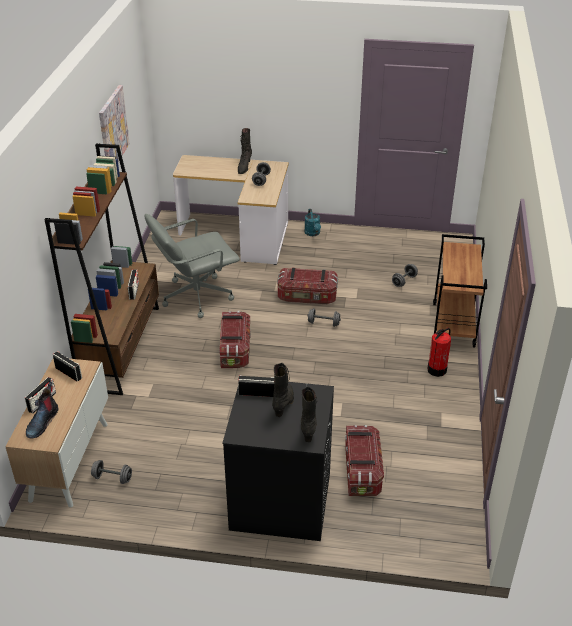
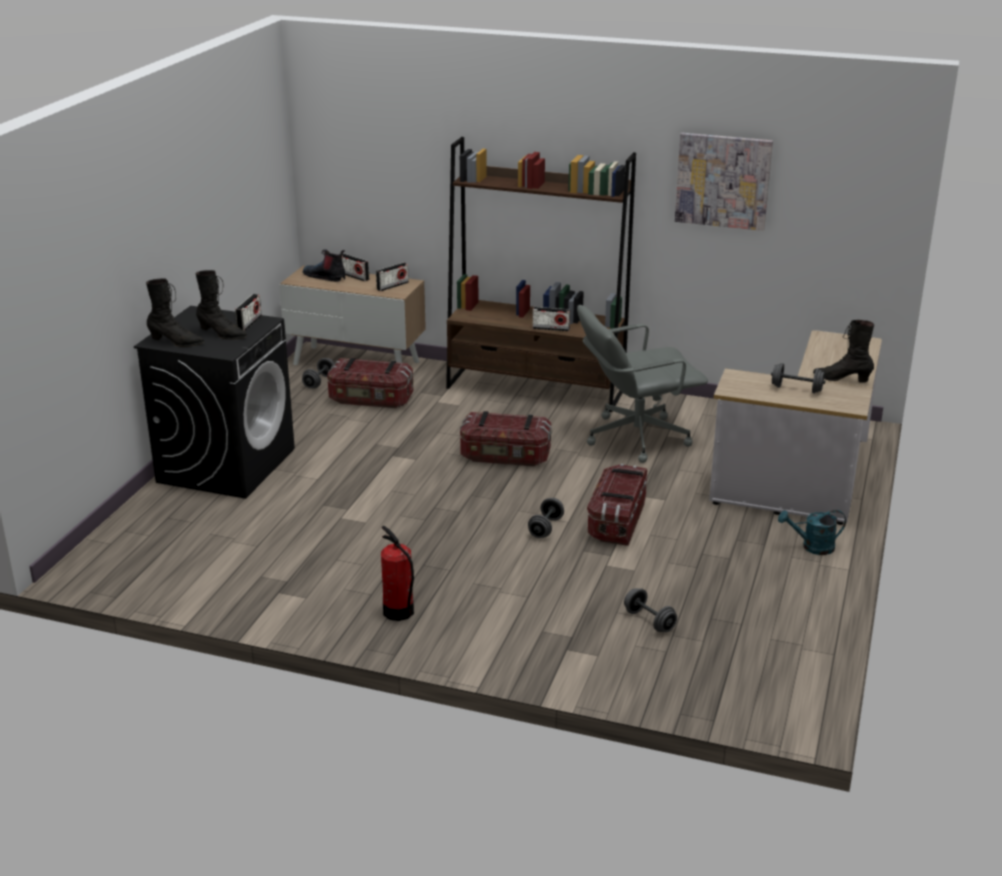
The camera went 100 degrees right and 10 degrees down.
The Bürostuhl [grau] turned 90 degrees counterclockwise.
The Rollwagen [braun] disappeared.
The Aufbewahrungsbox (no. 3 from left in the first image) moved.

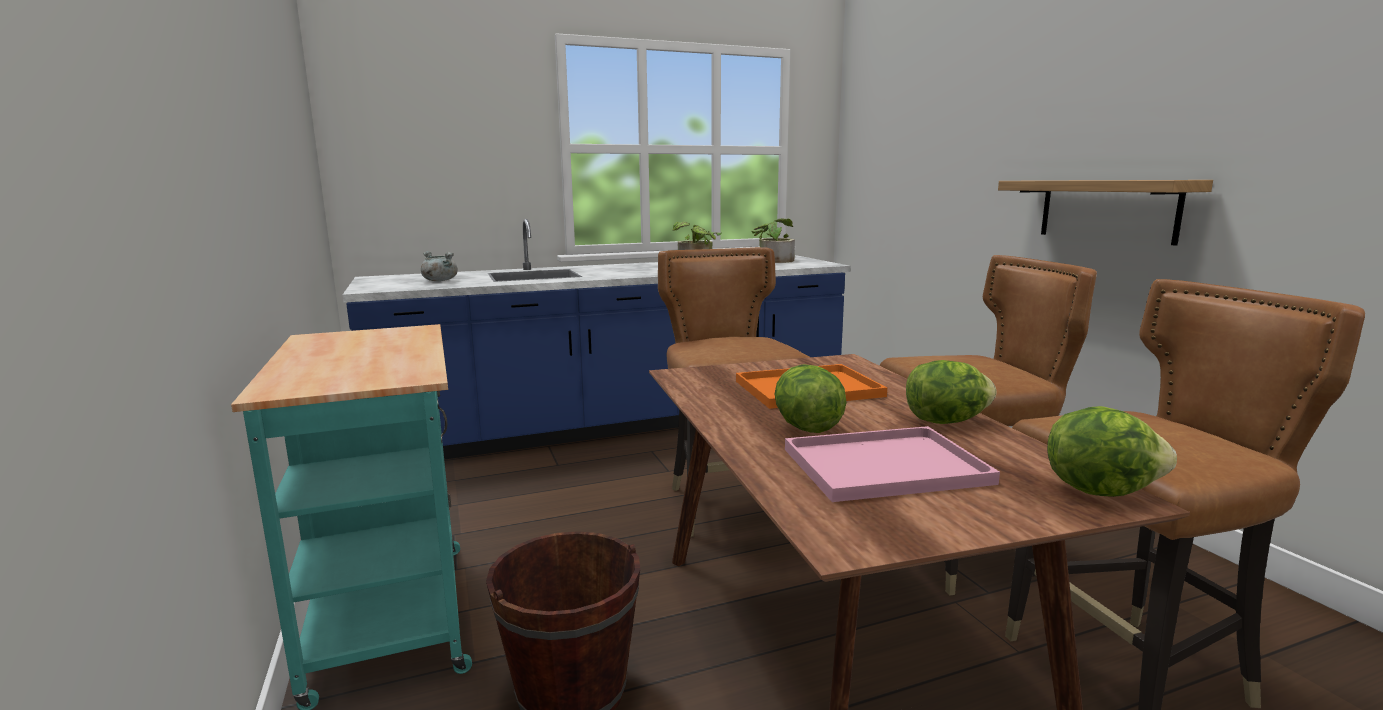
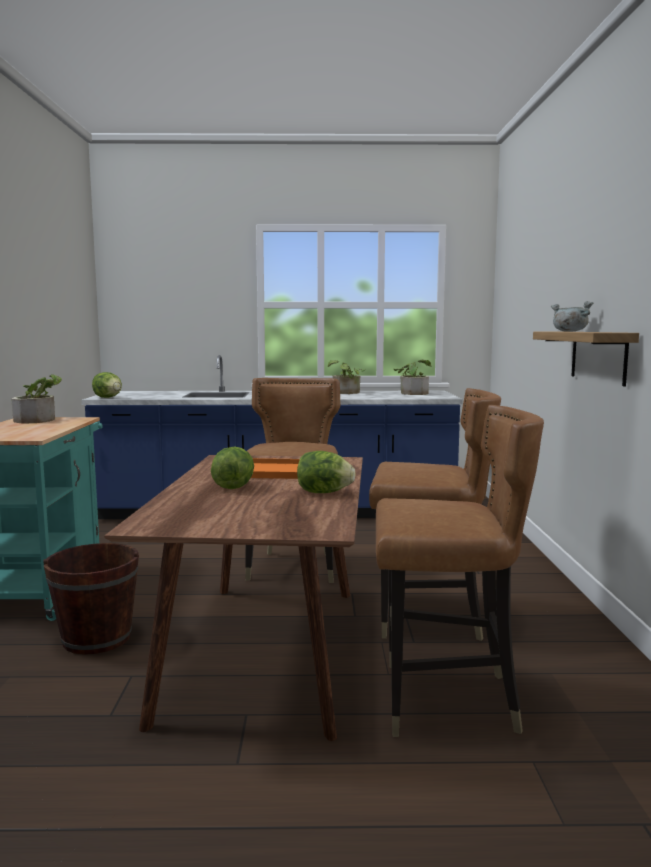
The camera went 20 degrees right and 5 degrees down.
The Kochtopf [grau] moved.
The Salatkopf (no. 3 from left in the first image) moved.
The Tablett [rosa] disappeared.
The Topfpflanze (no. 1 from left) appeared.

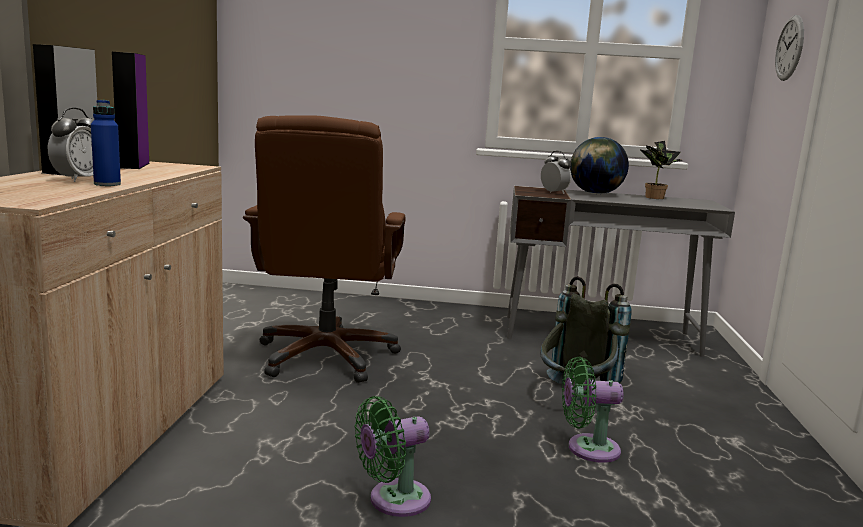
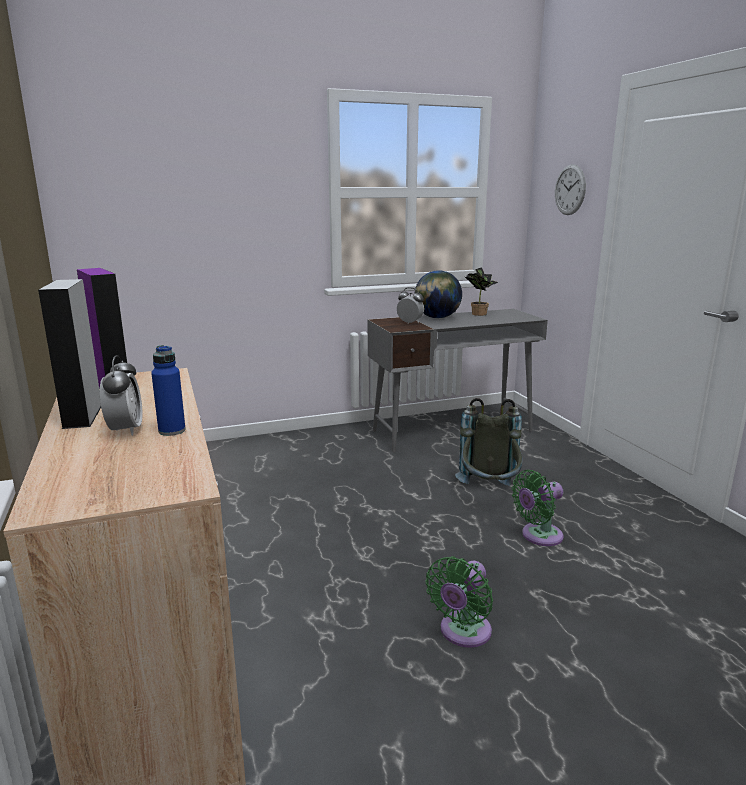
The camera went 25 degrees left and 5 degrees up.
The Bürostuhl [braun] disappeared.

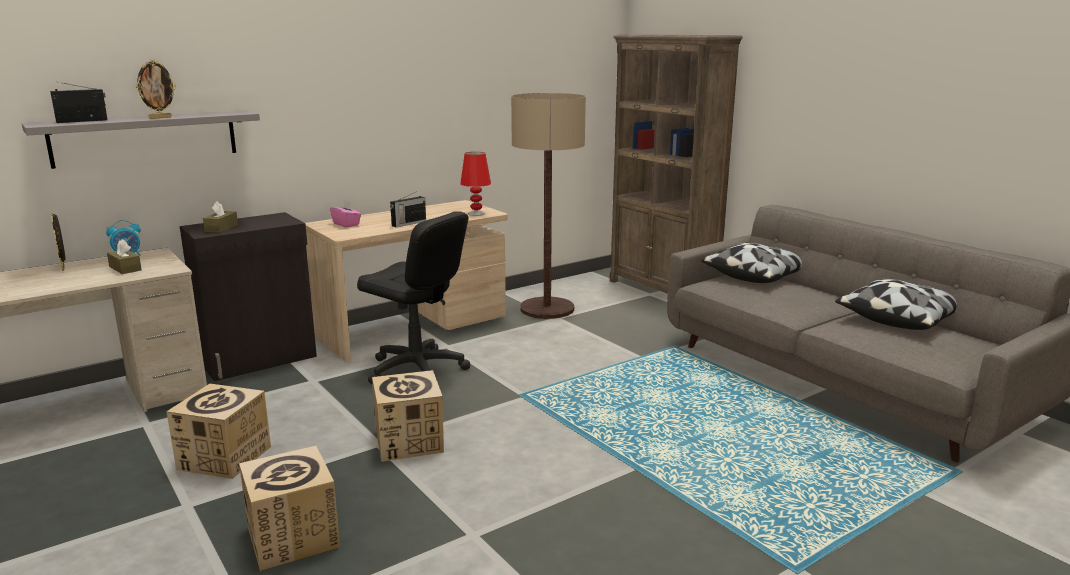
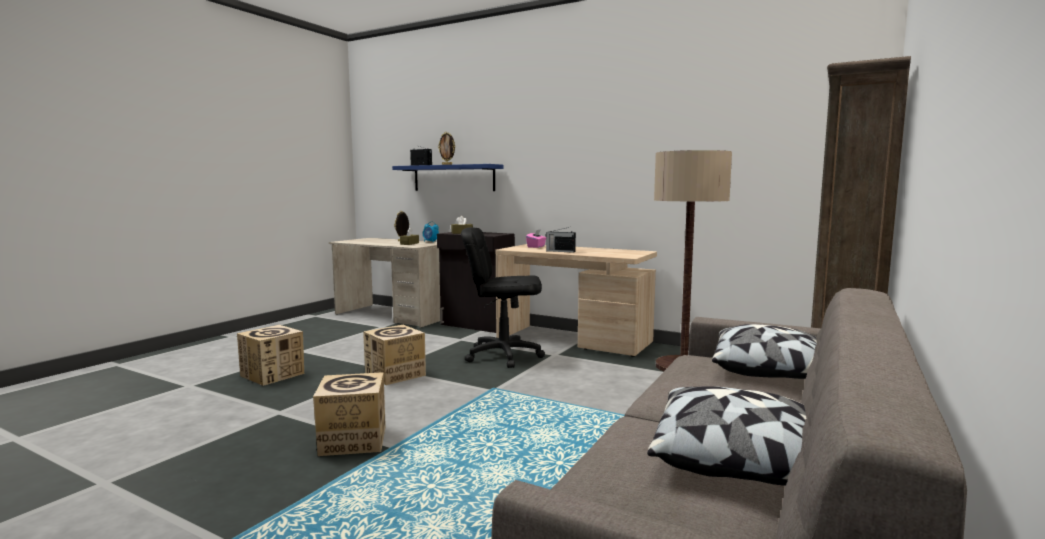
The camera went 65 degrees right and 10 degrees down.
The Wandregal [grau] became the Wandregal [blau].
The Tischlampe [rot] disappeared.
The Bürostuhl [schwarz] turned 90 degrees clockwise.
The Karton (no. 1 from left in the first image) moved.

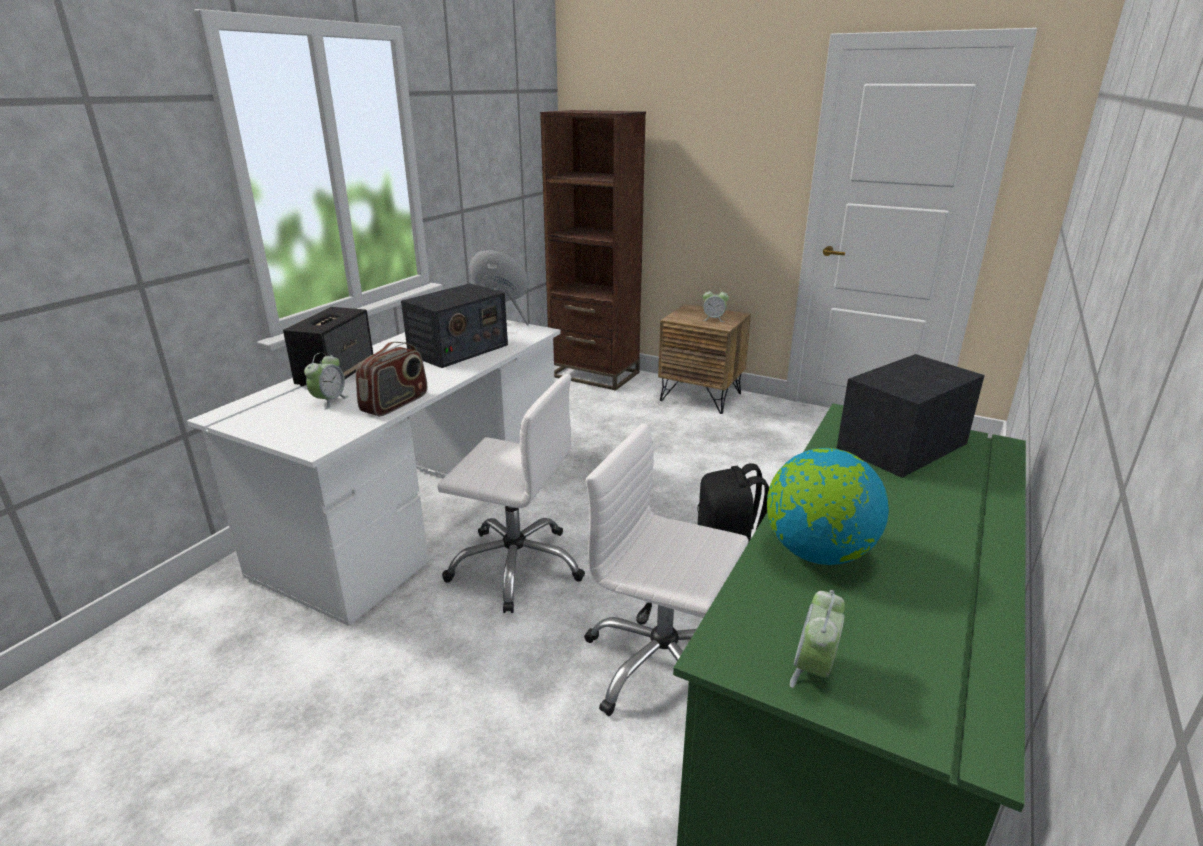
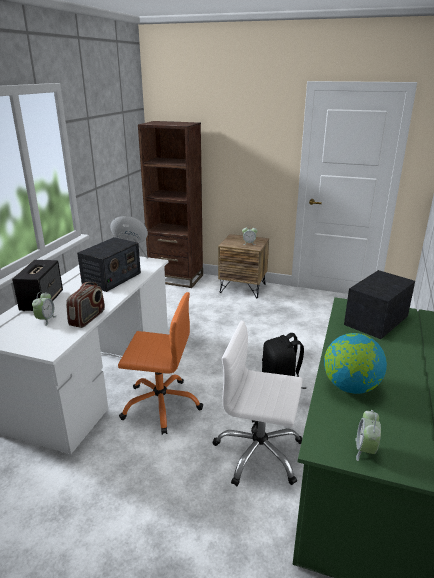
The camera went 10 degrees left and 0 degrees up.
The Bürostuhl [weiß] (no. 1 from left) became the Bürostuhl [orange].

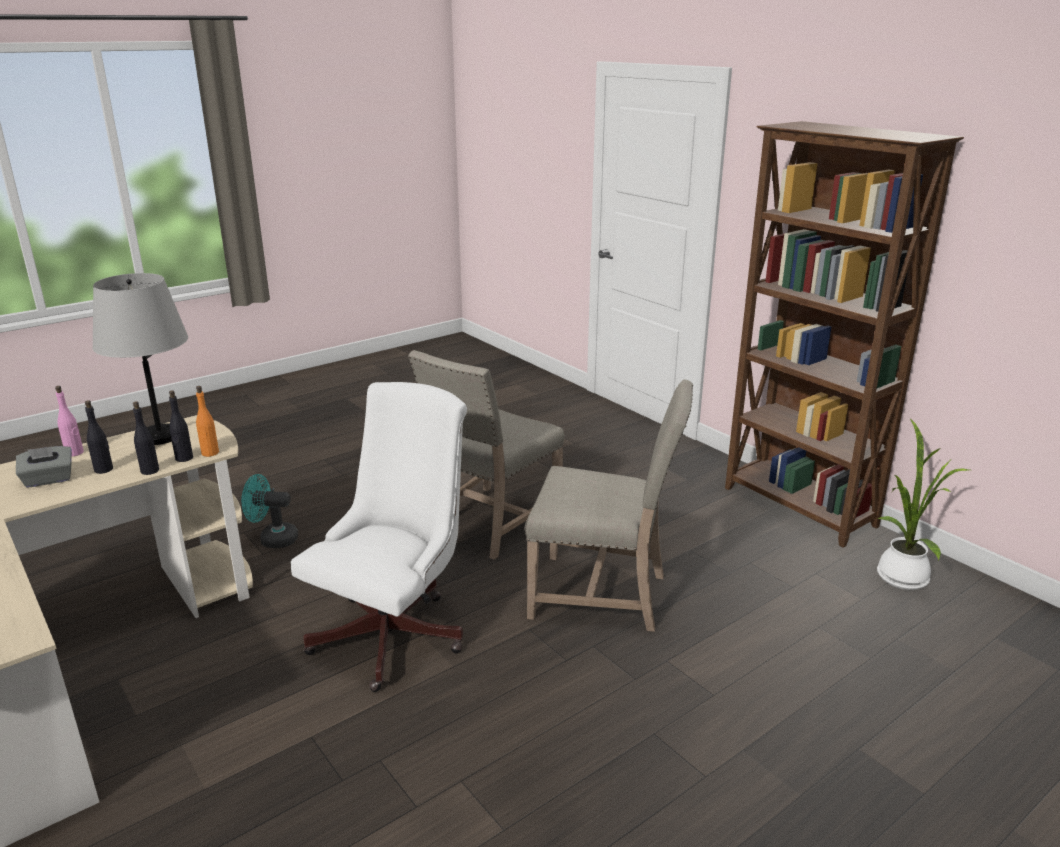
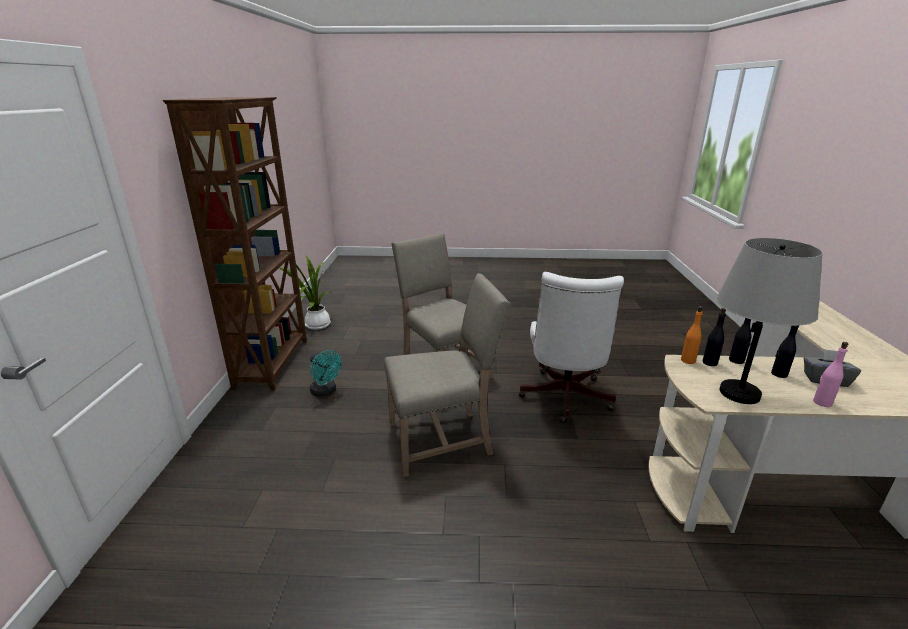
The camera went 140 degrees left and 0 degrees up.
The Bürostuhl [weiß] turned 60 degrees counterclockwise.
The Ventilator [türkis] moved.

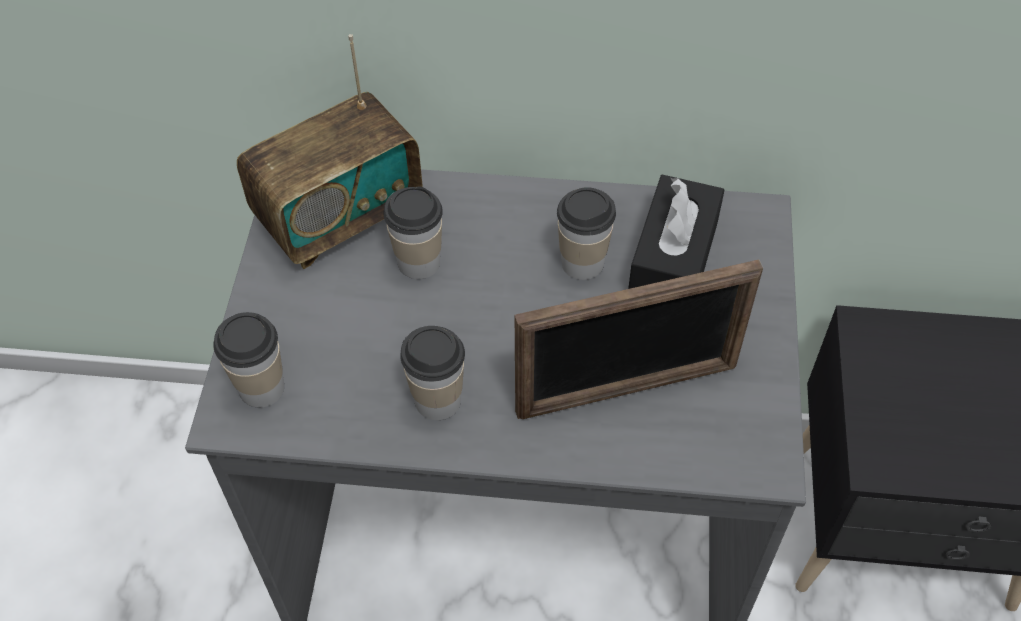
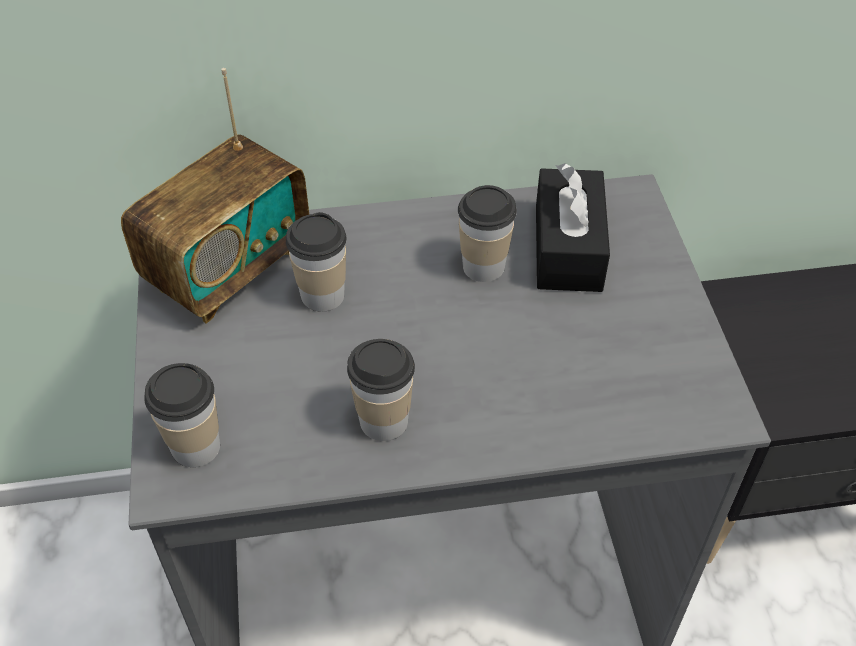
The camera went 15 degrees left and 5 degrees down.
The Bilderrahmen disappeared.

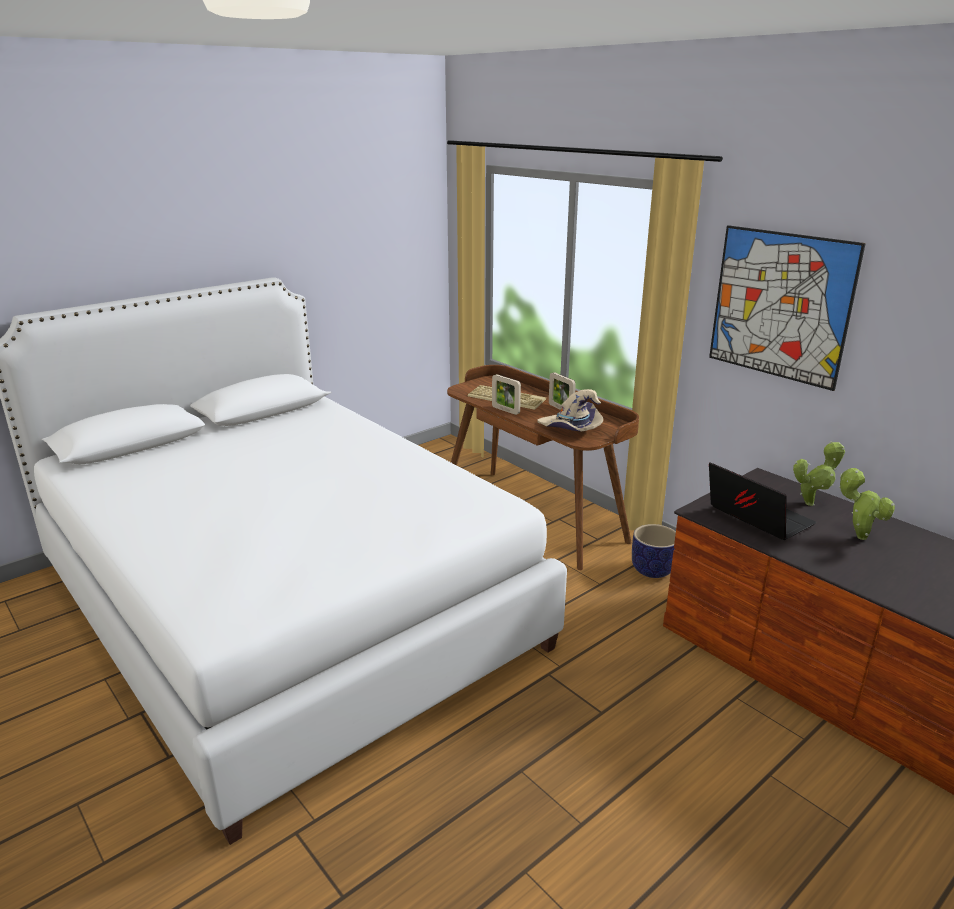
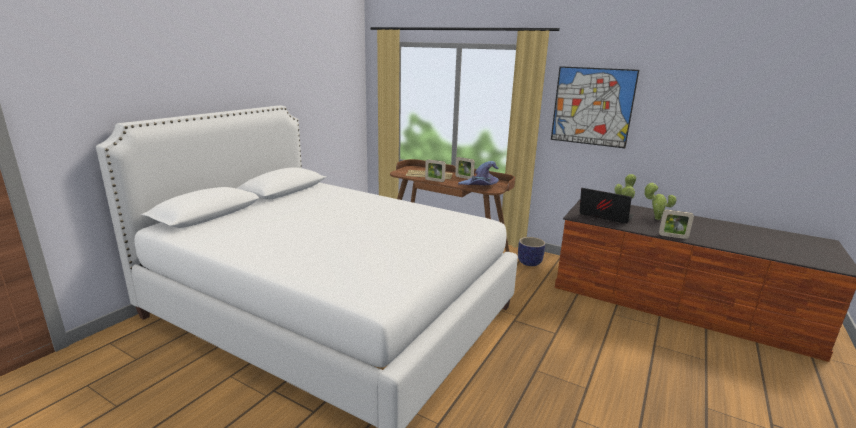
The camera went 20 degrees left and 5 degrees down.
The Hut [beige] became the Hut [lila].
The Bilderrahmen (no. 3 from left) appeared.

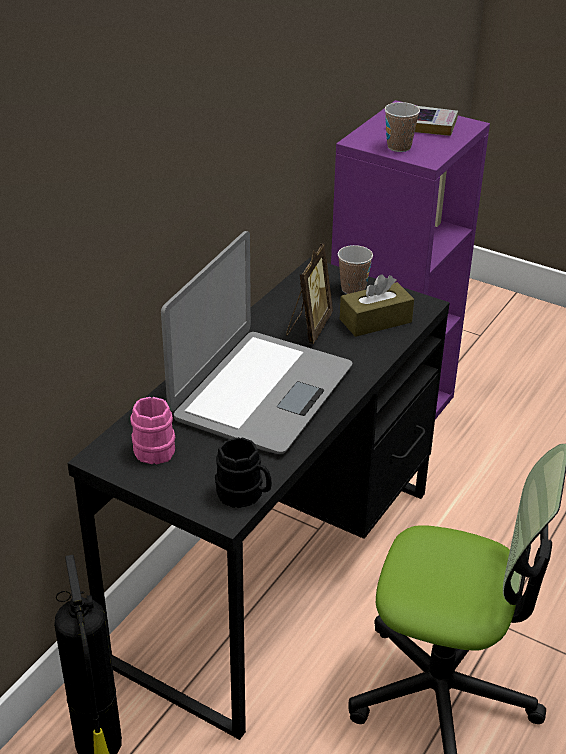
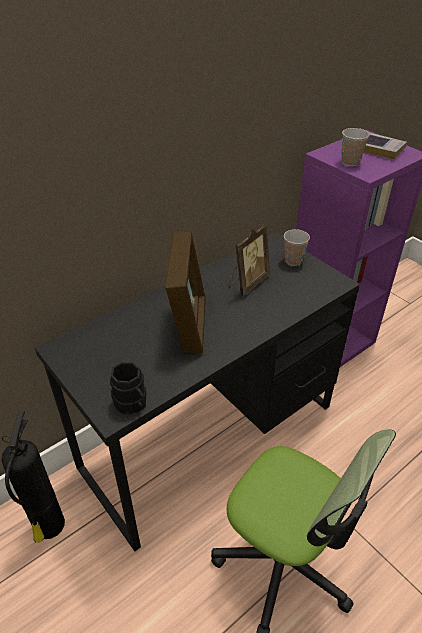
The camera went 20 degrees right and 5 degrees up.
The Laptop was replaced by the Bilderrahmen (no. 1 from left).
The Taschentuchbox [braun] disappeared.
The Henkelbecher [rosa] disappeared.

